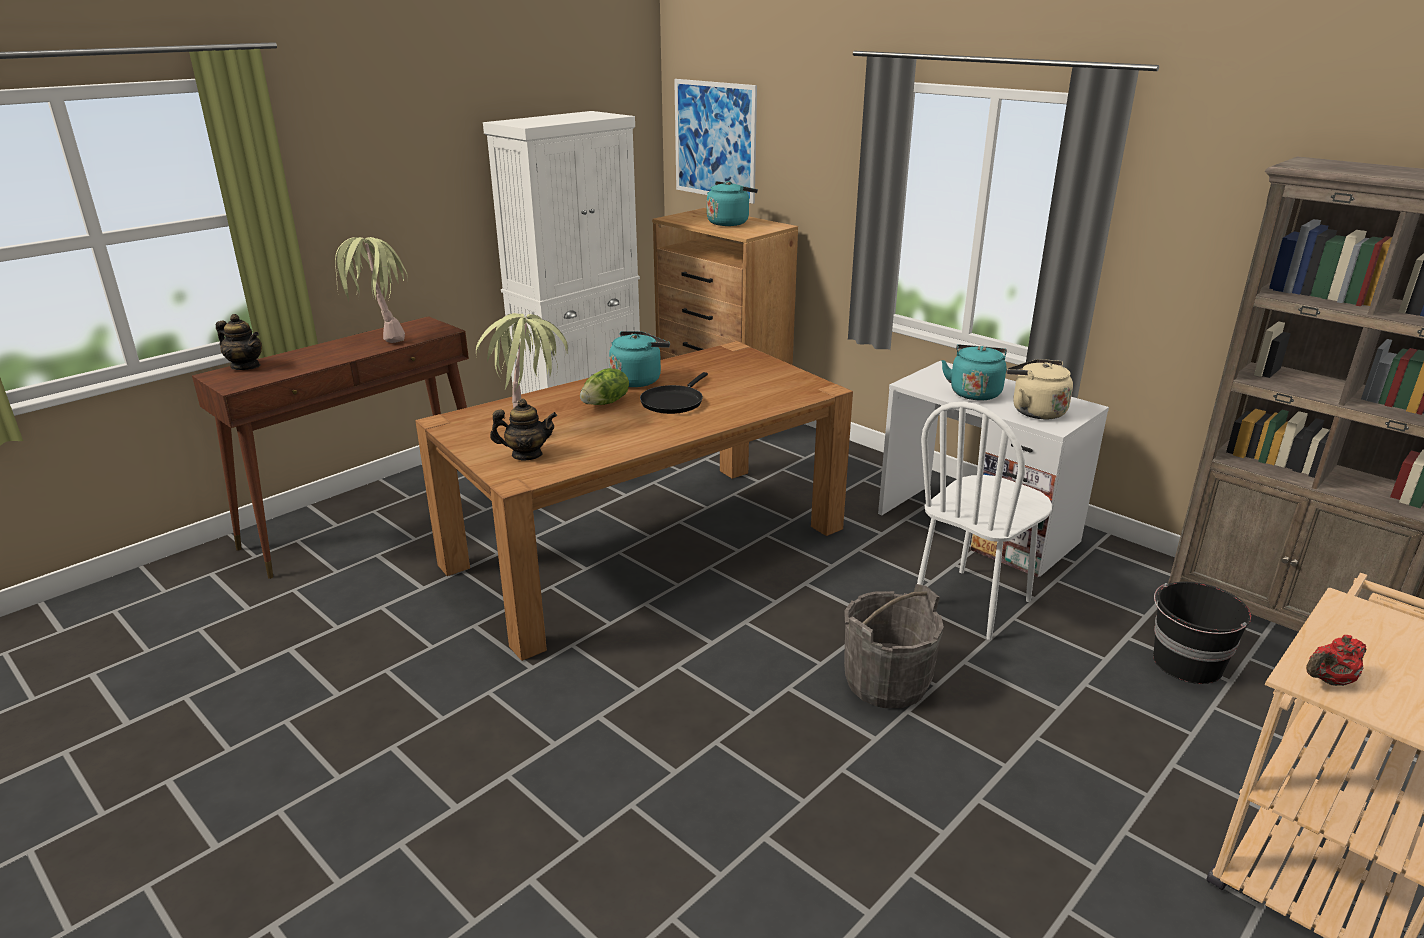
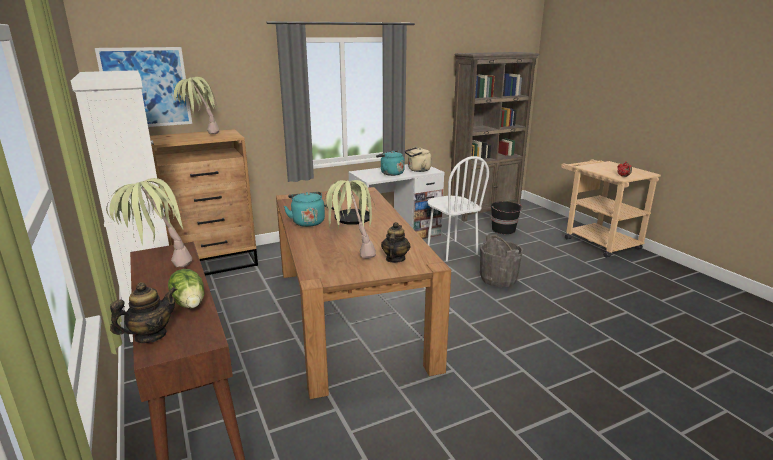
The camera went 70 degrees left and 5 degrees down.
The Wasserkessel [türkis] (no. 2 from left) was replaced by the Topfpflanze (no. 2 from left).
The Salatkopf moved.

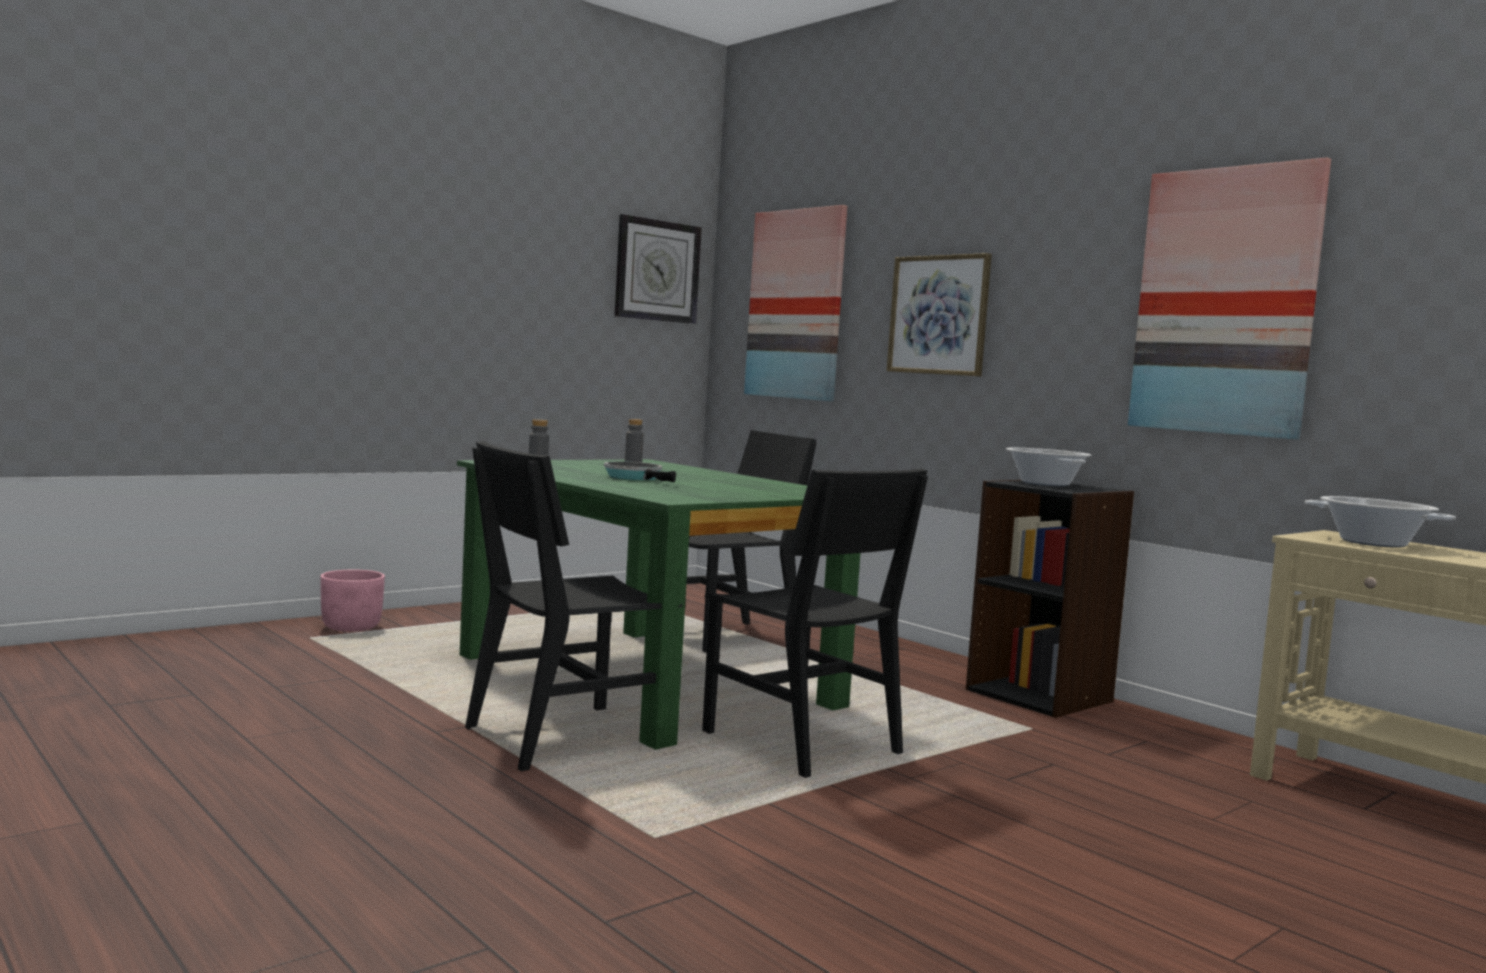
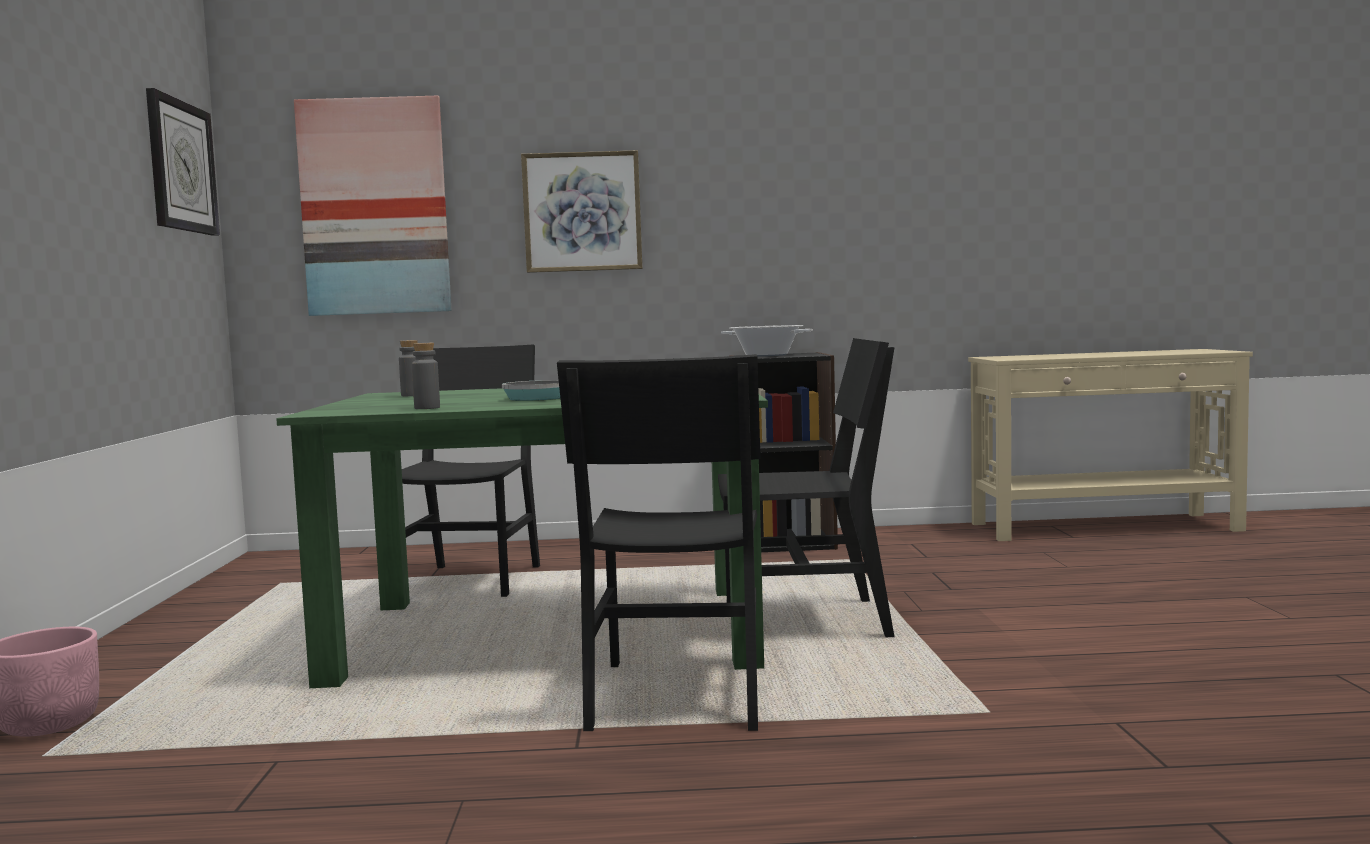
The camera went 50 degrees left and 0 degrees up.
The Bild (no. 3 from left) disappeared.
The Kochtopf (no. 2 from left) disappeared.

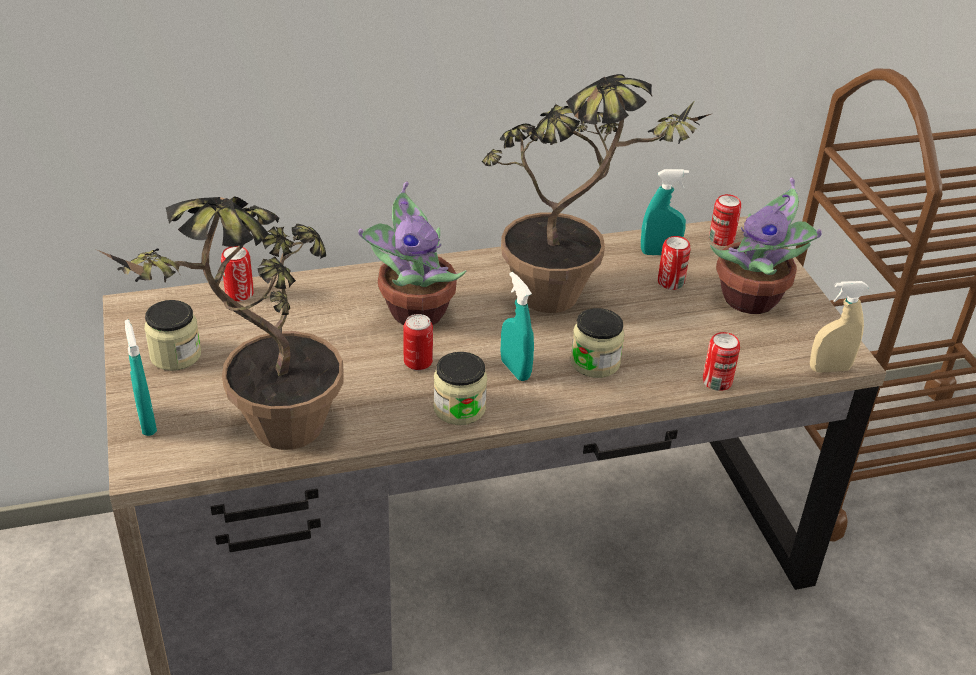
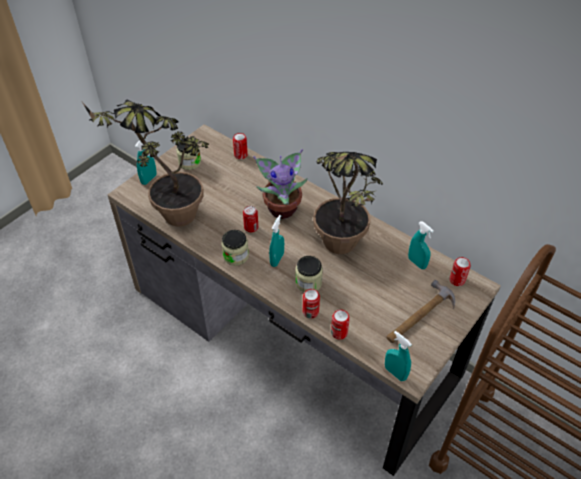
The camera went 55 degrees right and 10 degrees up.
The Topfpflanze (no. 4 from left) was replaced by the Hammer.
The Dose (no. 3 from left) moved.
The Sprühflasche [beige] became the Sprühflasche [türkis] (no. 3 from left).

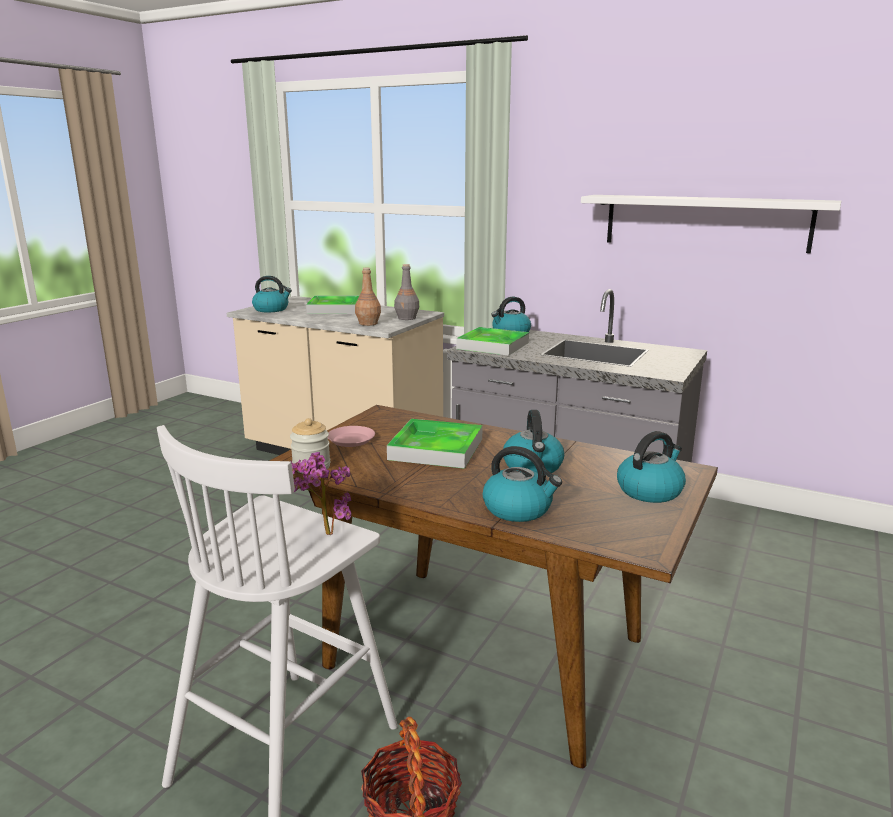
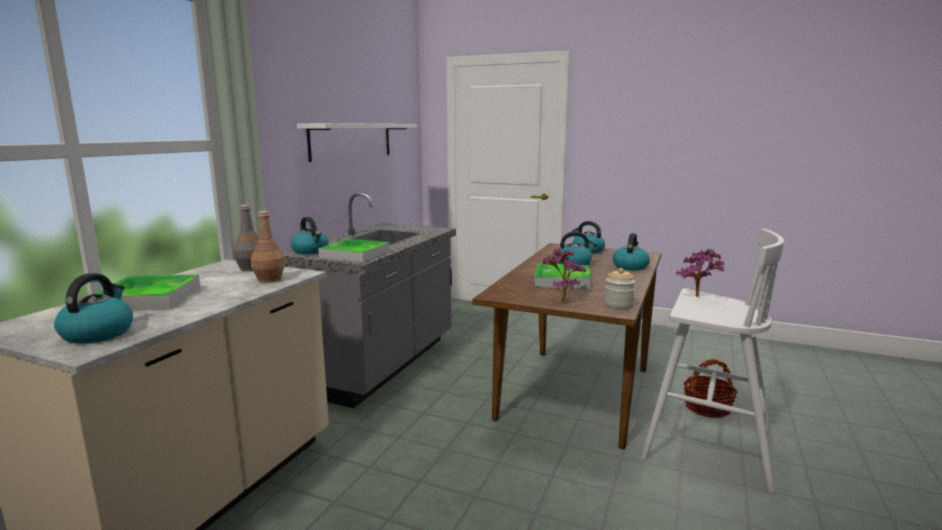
The camera went 95 degrees left and 5 degrees down.
The Teller [rosa] was replaced by the Topfpflanze (no. 1 from left).

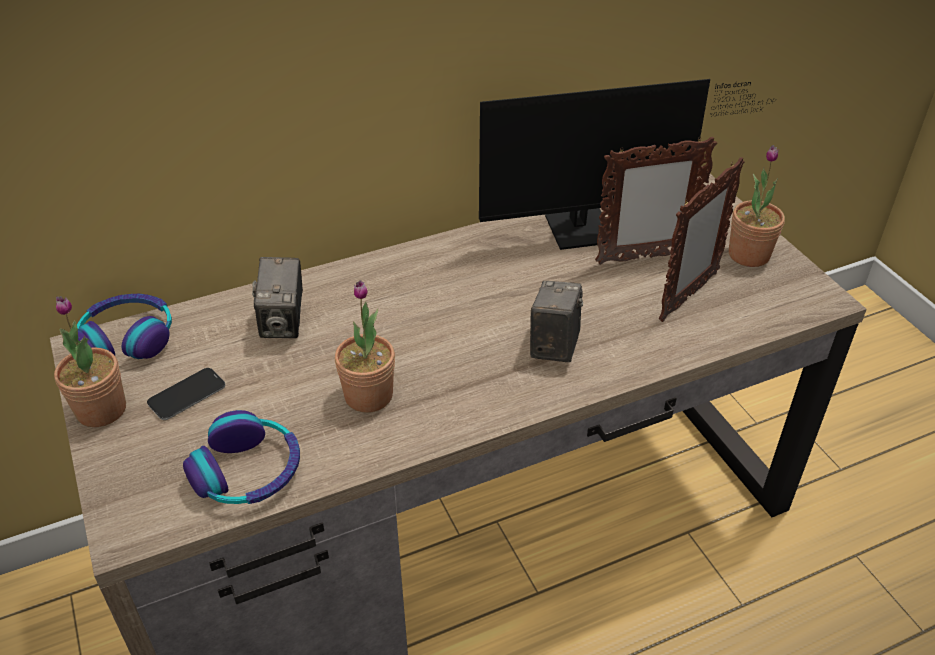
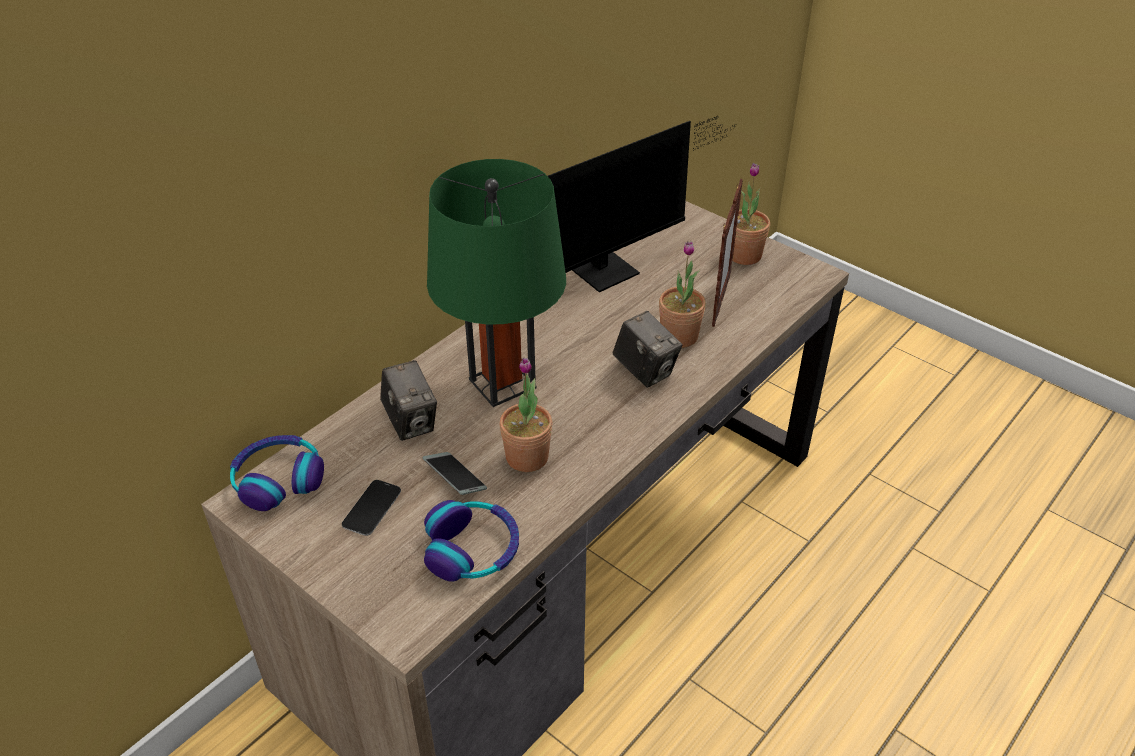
The camera went 25 degrees left and 0 degrees up.
The Bilderrahmen (no. 1 from left) disappeared.
The Kamera (no. 2 from left) turned 150 degrees clockwise.
The Topfpflanze (no. 1 from left in the first image) moved.
The Tischlampe [grün] appeared.
The Handy (no. 2 from left) appeared.

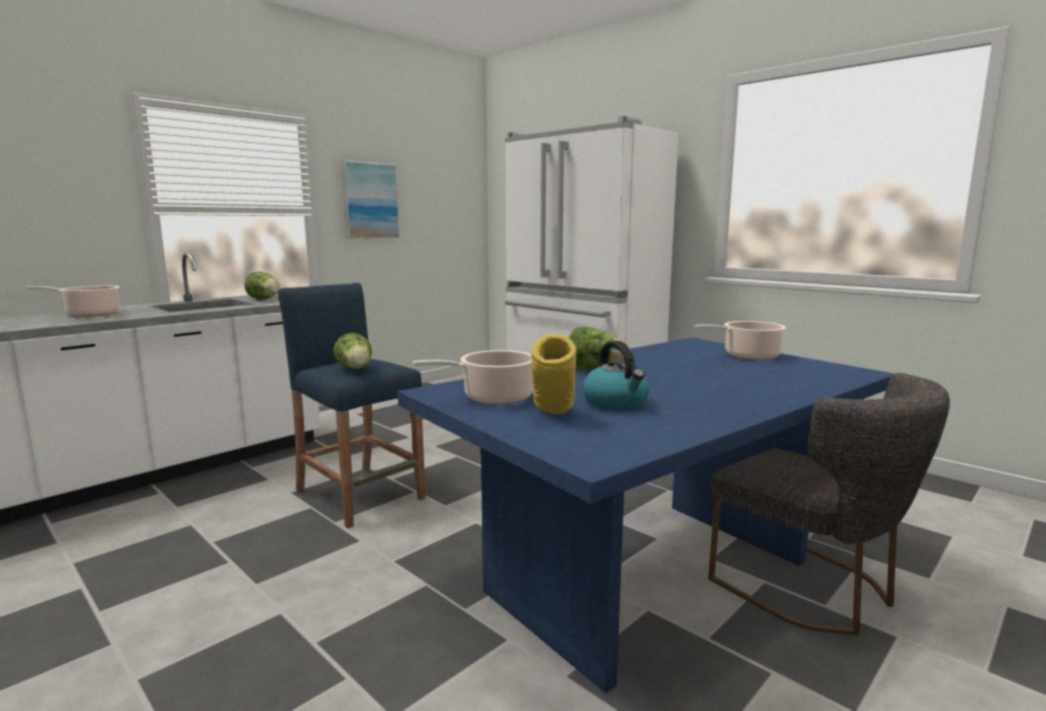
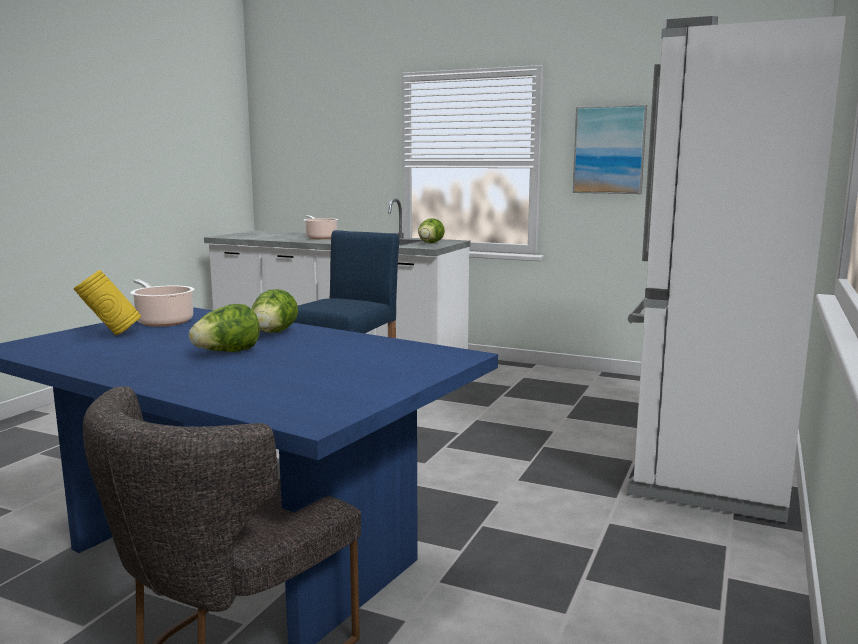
The camera went 70 degrees right and 0 degrees up.
The Kochtopf (no. 3 from left) disappeared.
The Salatkopf (no. 2 from left in the first image) moved.
The Wasserkessel disappeared.

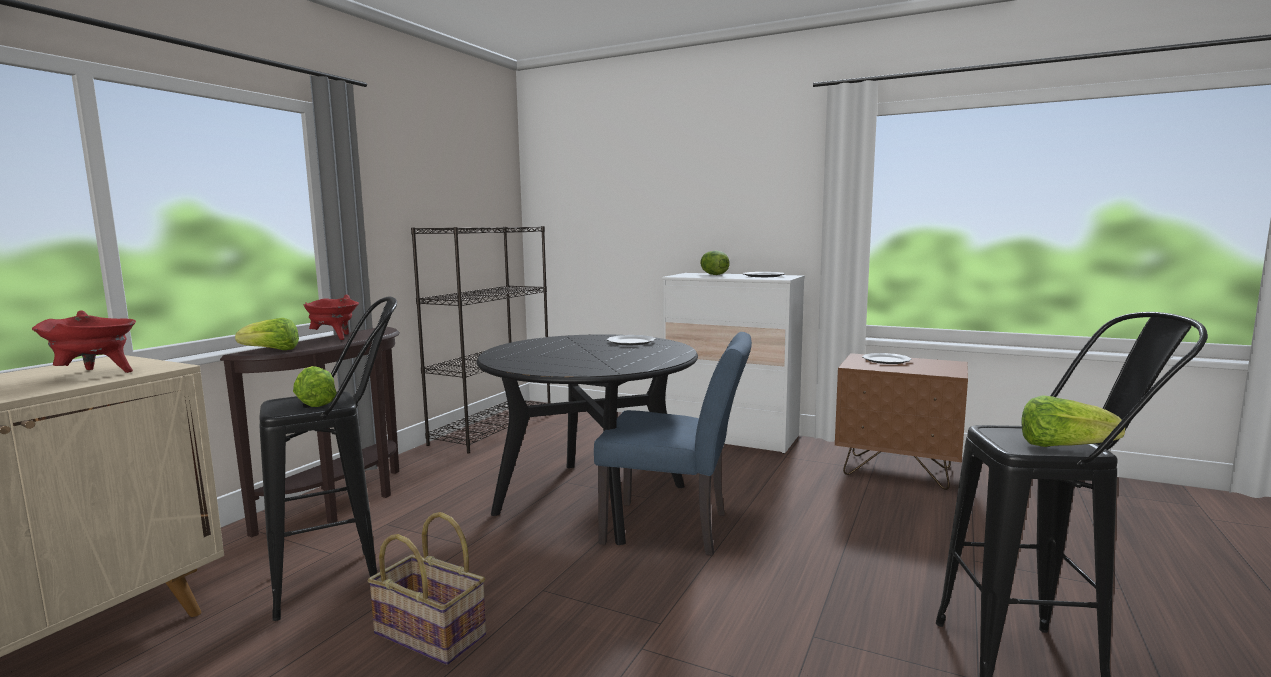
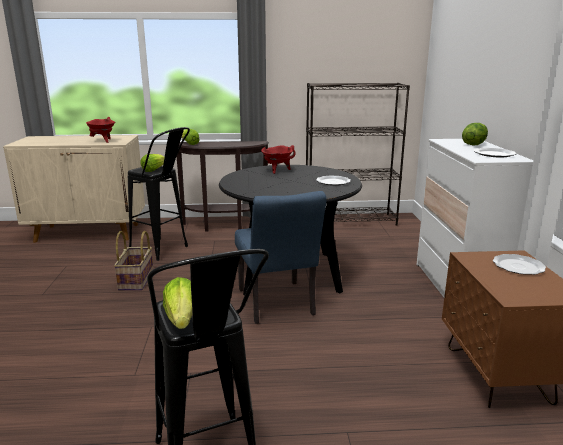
The camera went 60 degrees right and 10 degrees up.
The Kochtopf [rot] (no. 2 from left) moved.

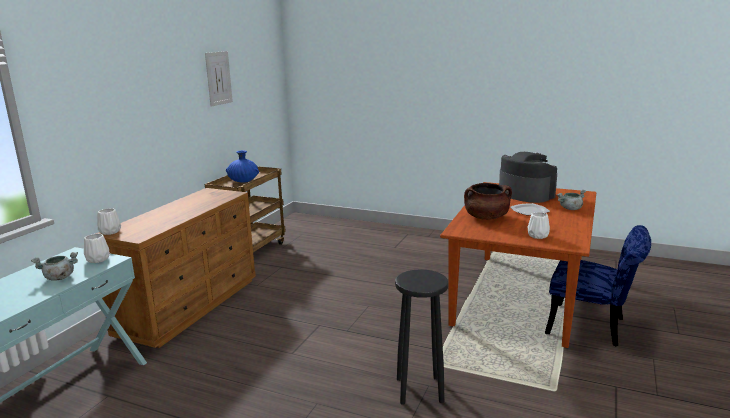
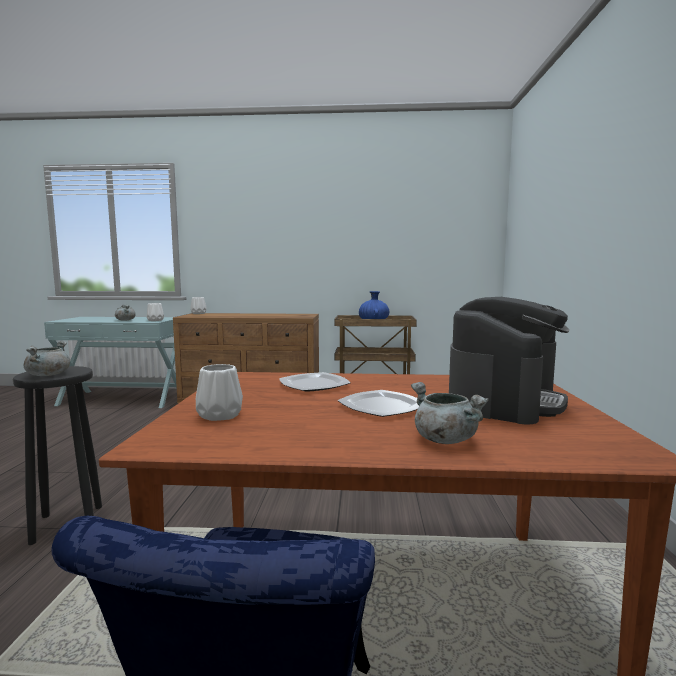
The camera went 70 degrees right and 10 degrees down.
The Bild disappeared.
The Kochtopf [braun] was replaced by the Teller (no. 1 from left).
The Kochtopf [grau] (no. 1 from left) appeared.

